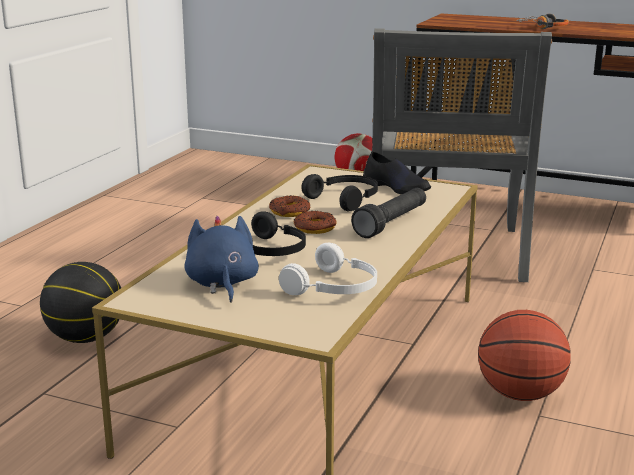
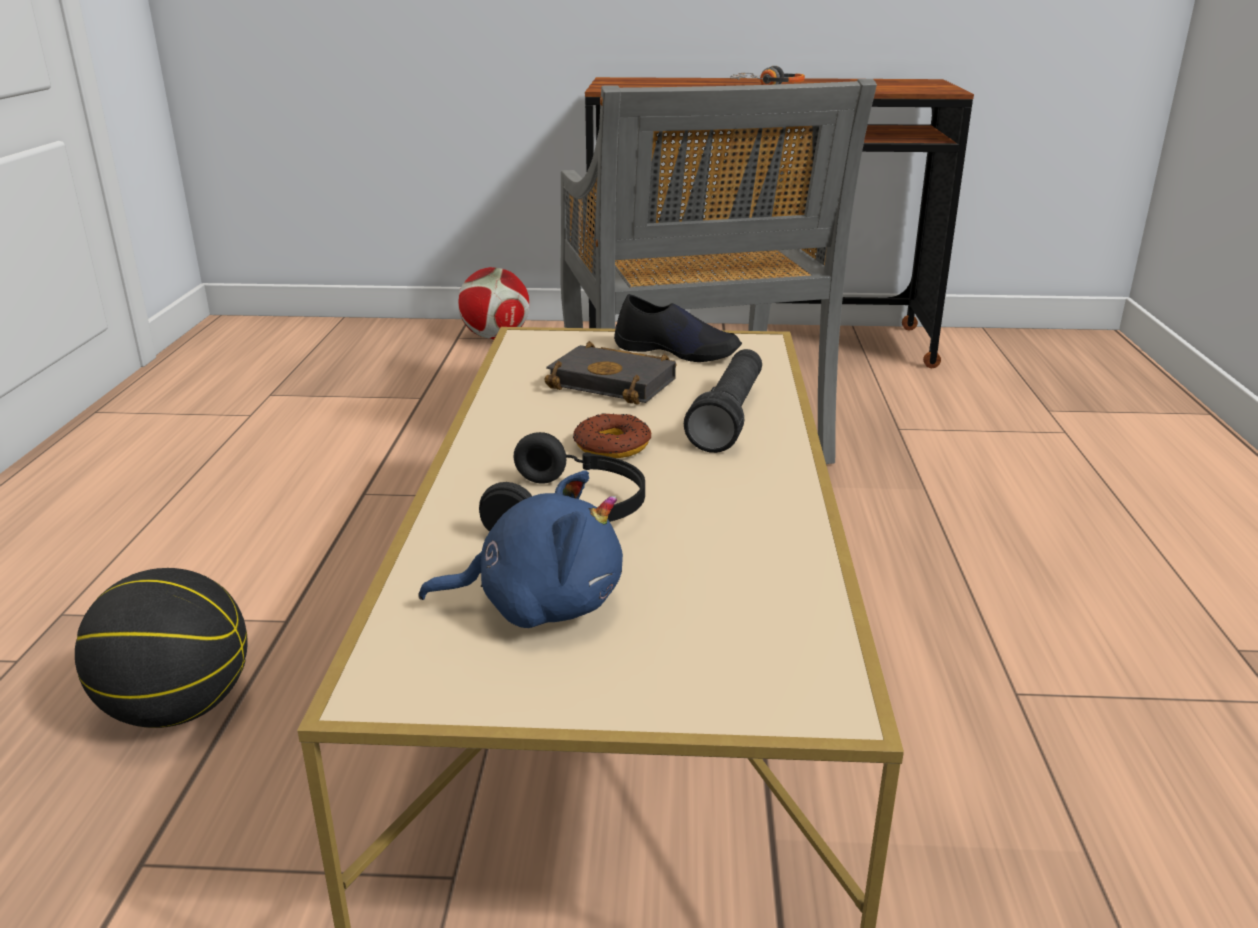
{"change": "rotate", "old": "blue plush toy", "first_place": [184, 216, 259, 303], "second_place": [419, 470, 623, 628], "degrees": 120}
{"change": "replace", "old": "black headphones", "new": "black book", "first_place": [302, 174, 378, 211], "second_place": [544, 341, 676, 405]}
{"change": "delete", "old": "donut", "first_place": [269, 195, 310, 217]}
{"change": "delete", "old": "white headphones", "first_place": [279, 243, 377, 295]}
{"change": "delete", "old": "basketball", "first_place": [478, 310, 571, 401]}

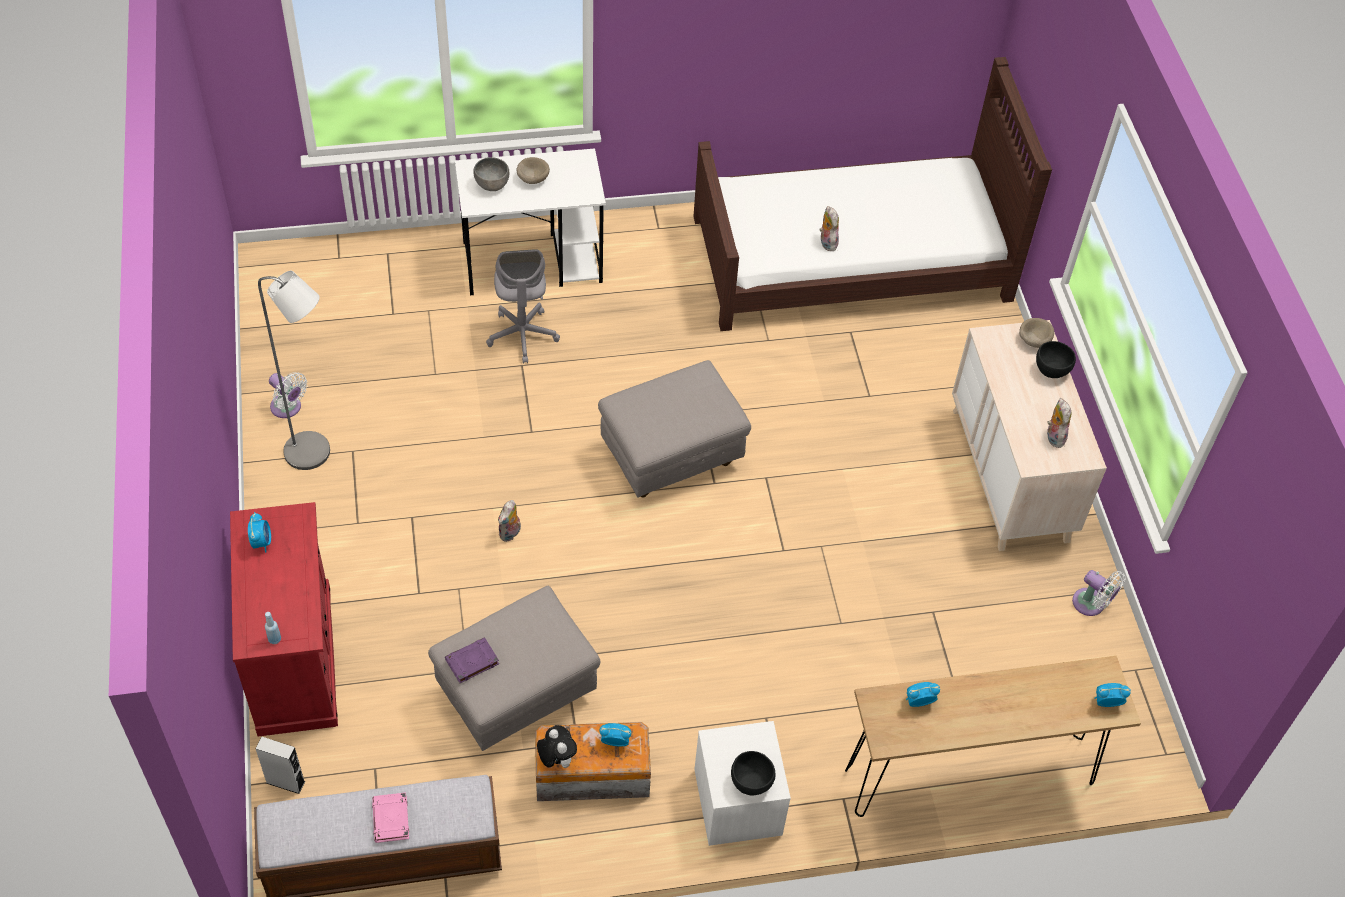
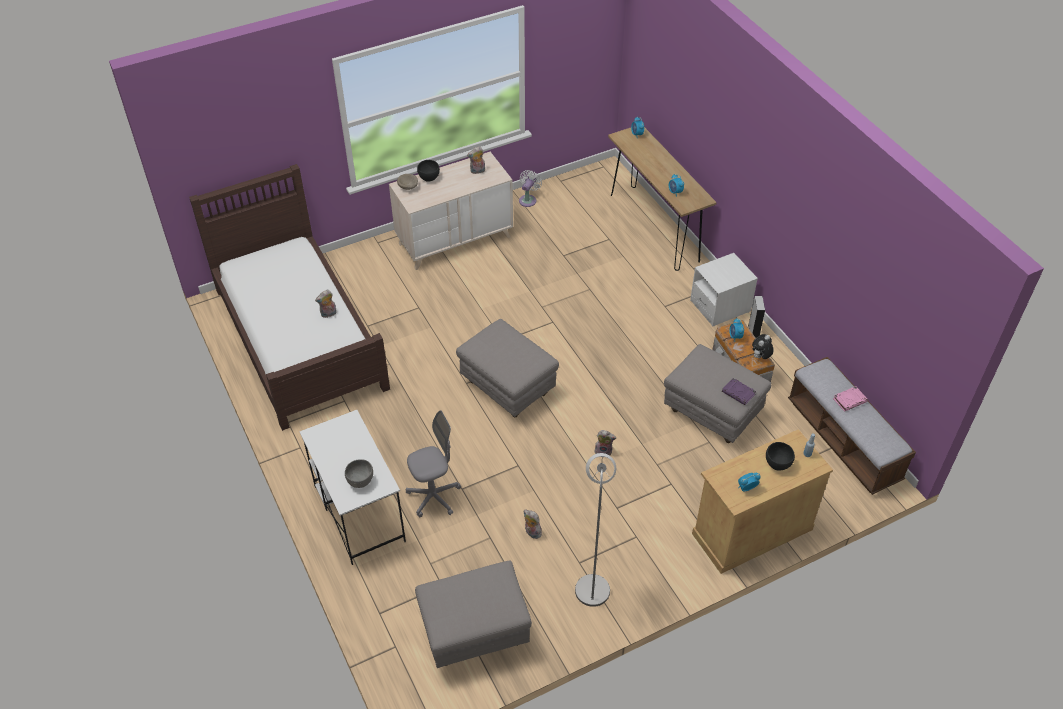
{"change": "insert", "new": "grey ottoman", "second_place": [415, 560, 532, 668]}
{"change": "insert", "new": "plush toy", "second_place": [524, 510, 543, 539]}
{"change": "recolor", "old": "red cabinet", "new": "beige cabinet", "first_place": [230, 502, 338, 737], "second_place": [692, 429, 833, 574]}
{"change": "move", "old": "grey speaker", "first_place": [256, 737, 305, 794], "second_place": [748, 296, 765, 338]}
{"change": "move", "old": "black bowl", "first_place": [731, 751, 775, 796], "second_place": [766, 442, 795, 471]}
{"change": "delete", "old": "white fan", "first_place": [269, 372, 307, 418]}
{"change": "delete", "old": "beige bowl", "first_place": [517, 157, 550, 184]}

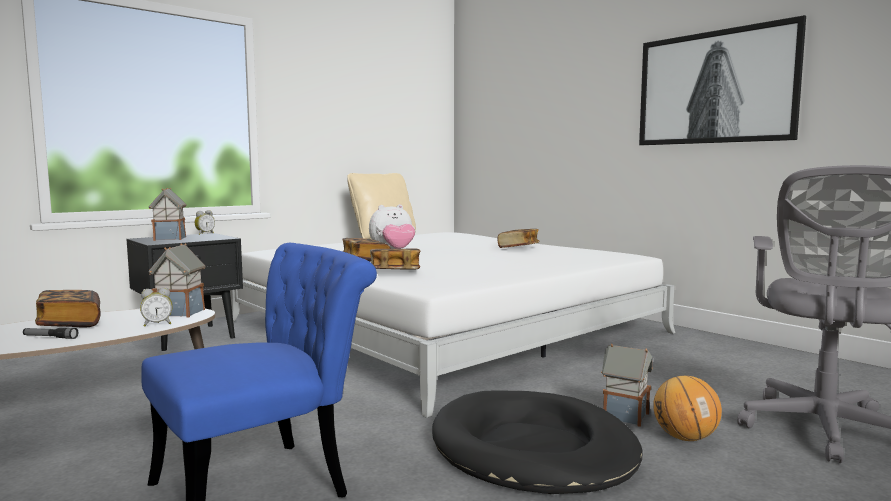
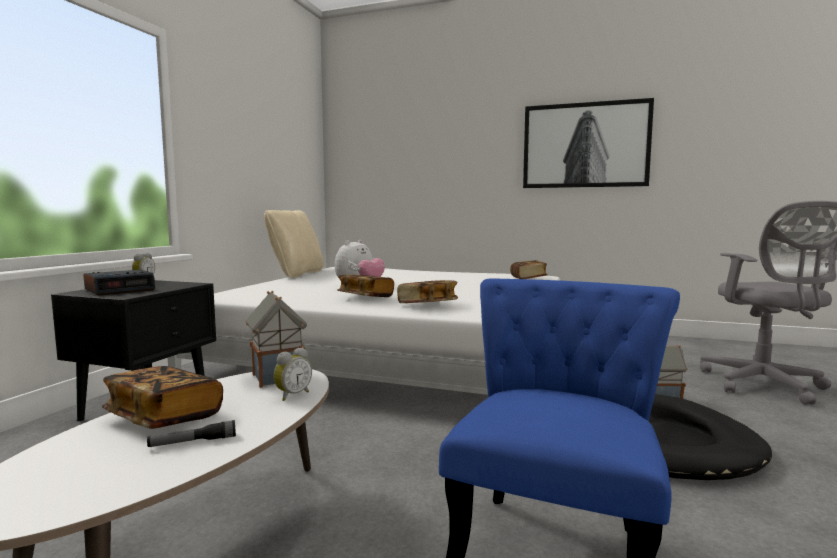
{"change": "replace", "old": "toy house", "new": "alarm clock", "first_place": [149, 188, 186, 241], "second_place": [83, 270, 155, 296]}
{"change": "move", "old": "book", "first_place": [498, 229, 539, 248], "second_place": [510, 260, 548, 279]}
{"change": "delete", "old": "basketball", "first_place": [653, 376, 722, 441]}

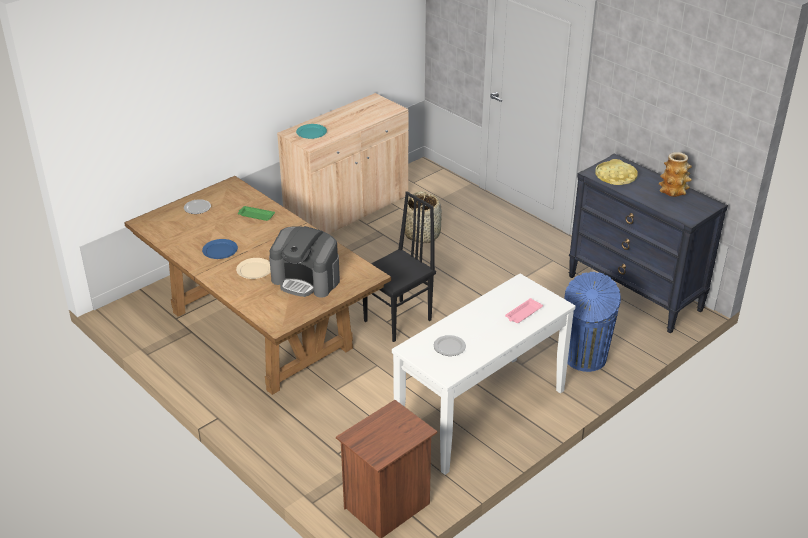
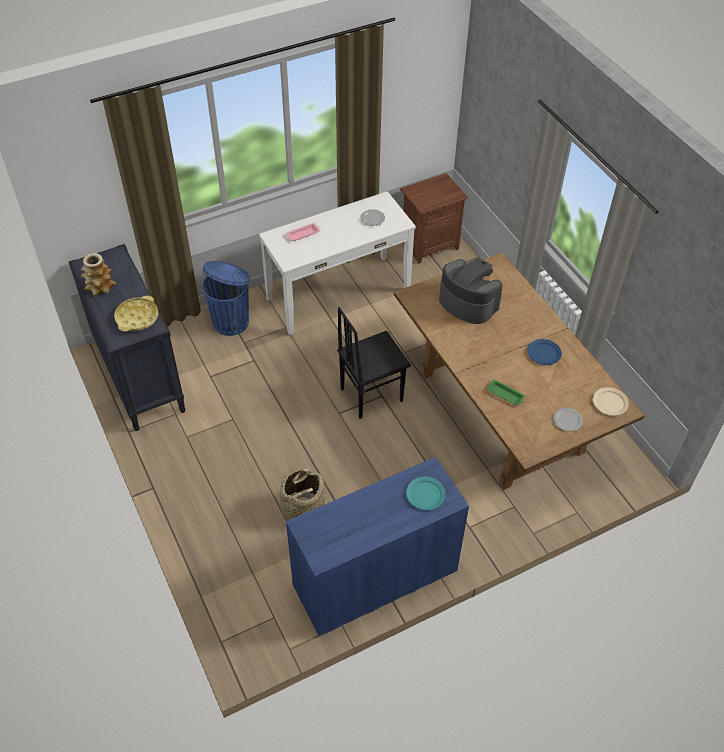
{"change": "recolor", "old": "beige cabinet", "new": "blue cabinet", "first_place": [277, 93, 409, 234], "second_place": [286, 457, 469, 637]}
{"change": "move", "old": "beige plate", "first_place": [236, 258, 271, 279], "second_place": [593, 387, 629, 416]}

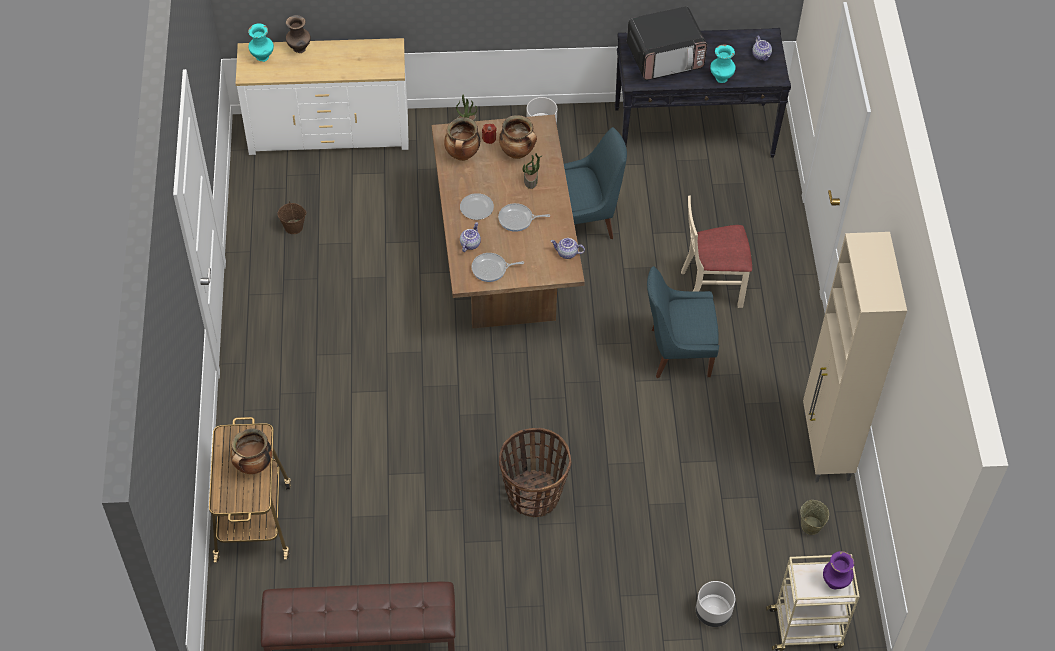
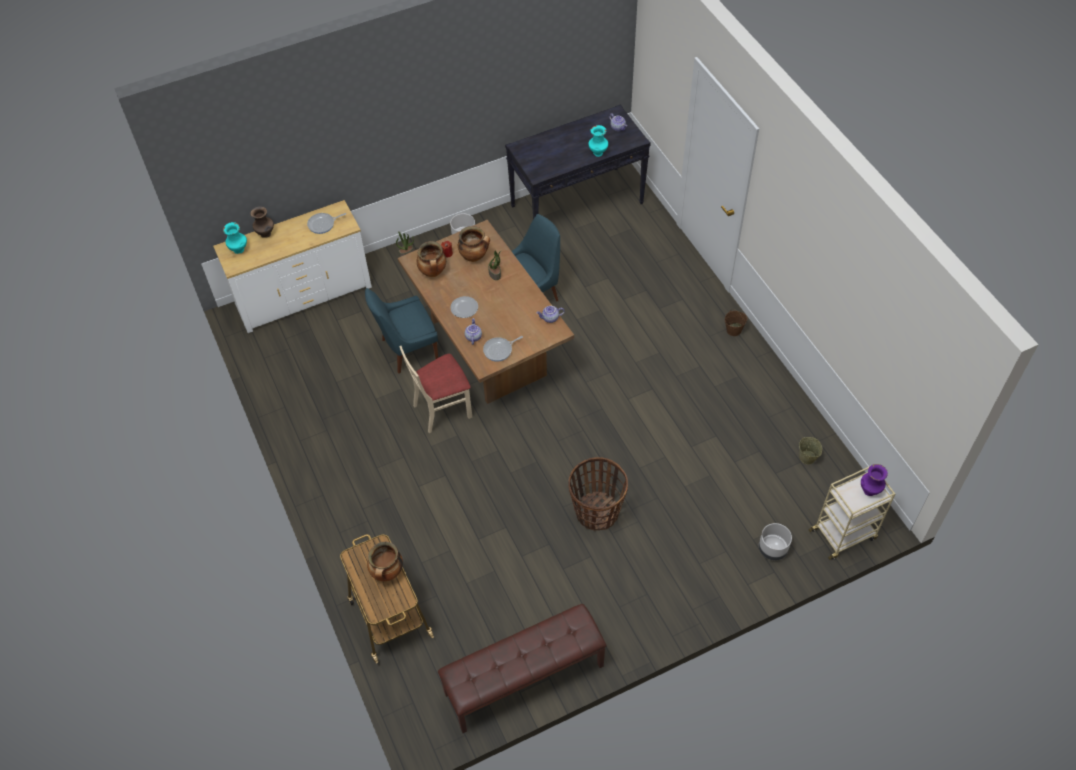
{"change": "move", "old": "frying pan", "first_place": [498, 203, 550, 232], "second_place": [307, 213, 346, 234]}
{"change": "move", "old": "blue chair", "first_place": [647, 266, 719, 378], "second_place": [365, 288, 438, 373]}
{"change": "move", "old": "beige chair", "first_place": [681, 196, 752, 308], "second_place": [399, 346, 472, 433]}
{"change": "move", "old": "brown bucket", "first_place": [277, 201, 306, 234], "second_place": [725, 309, 747, 336]}
{"change": "delete", "old": "microwave", "first_place": [627, 7, 707, 80]}
{"change": "delete", "old": "beige cabinet", "first_place": [803, 232, 907, 482]}

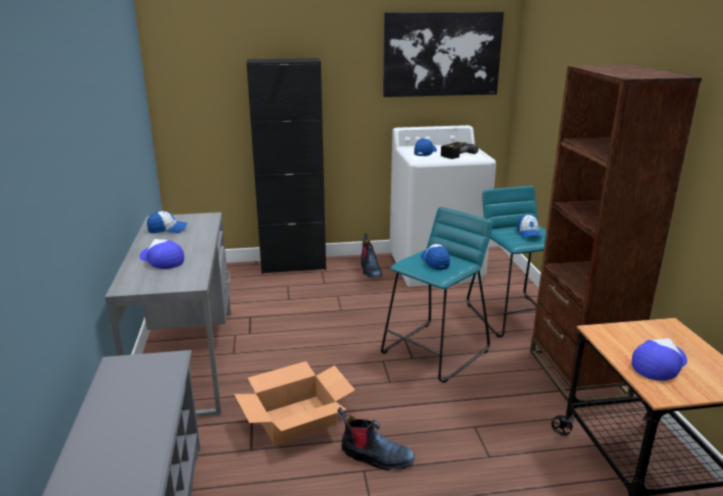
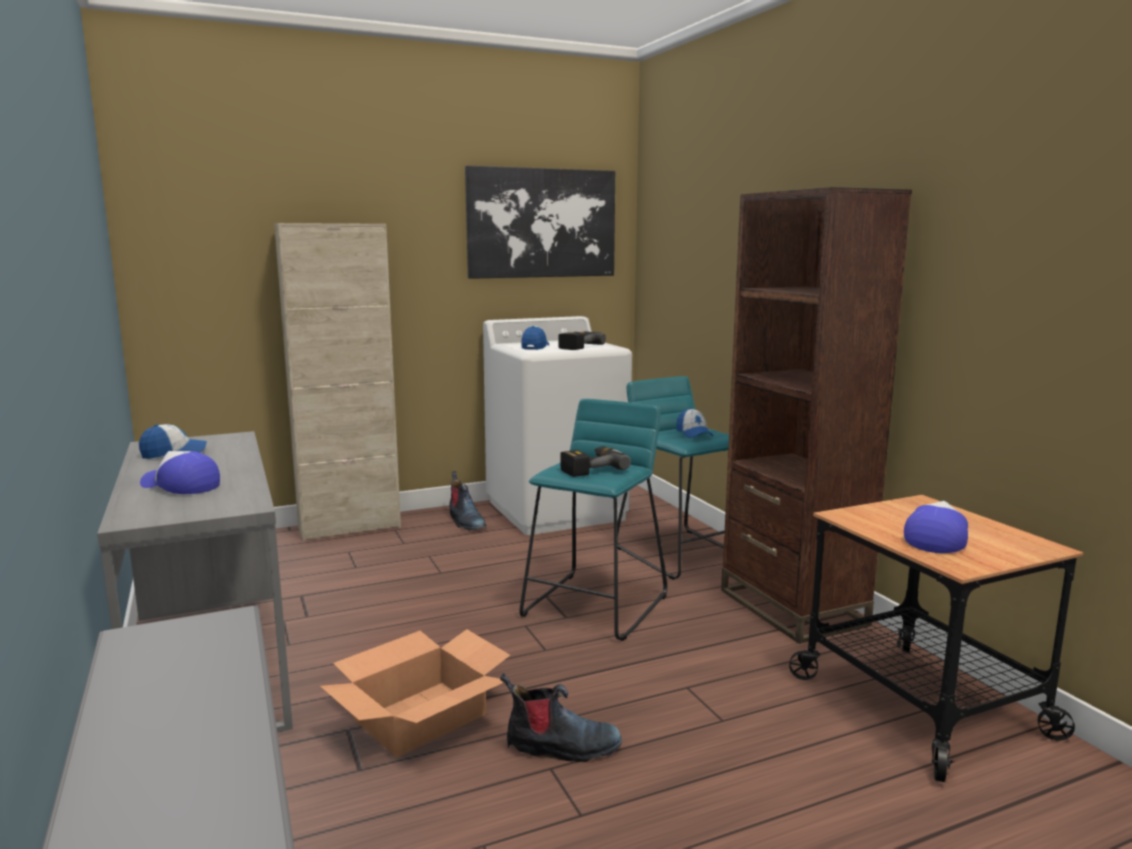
{"change": "recolor", "old": "black cabinet", "new": "beige cabinet", "first_place": [247, 58, 326, 274], "second_place": [274, 223, 401, 541]}
{"change": "replace", "old": "cap", "new": "power drill", "first_place": [421, 244, 450, 270], "second_place": [561, 446, 631, 477]}

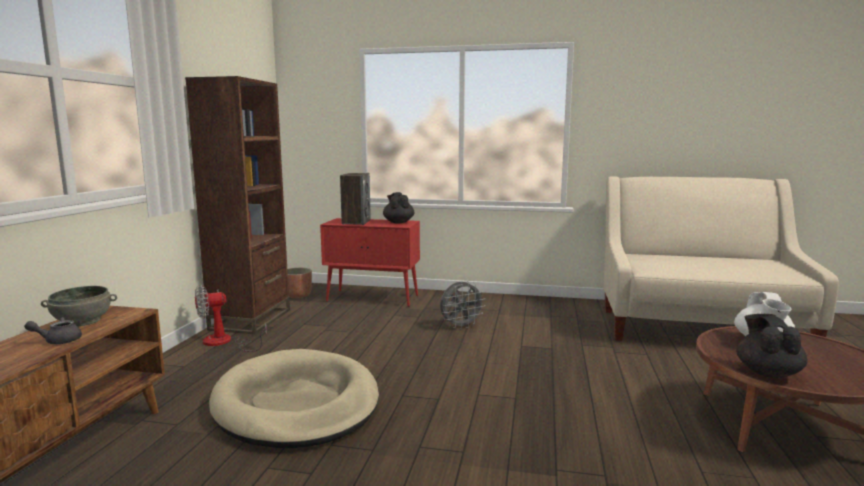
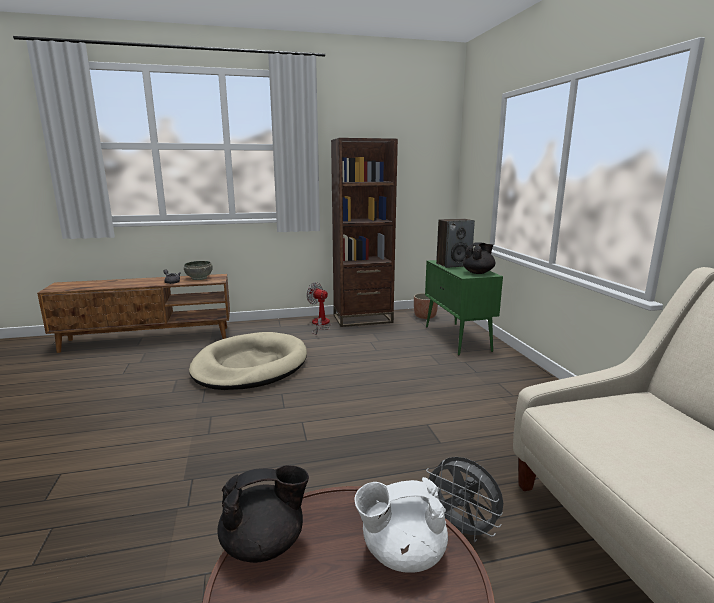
{"change": "recolor", "old": "red cabinet", "new": "green cabinet", "first_place": [320, 218, 420, 307], "second_place": [425, 260, 503, 355]}
{"change": "move", "old": "grey fan", "first_place": [440, 281, 485, 329], "second_place": [426, 457, 503, 542]}

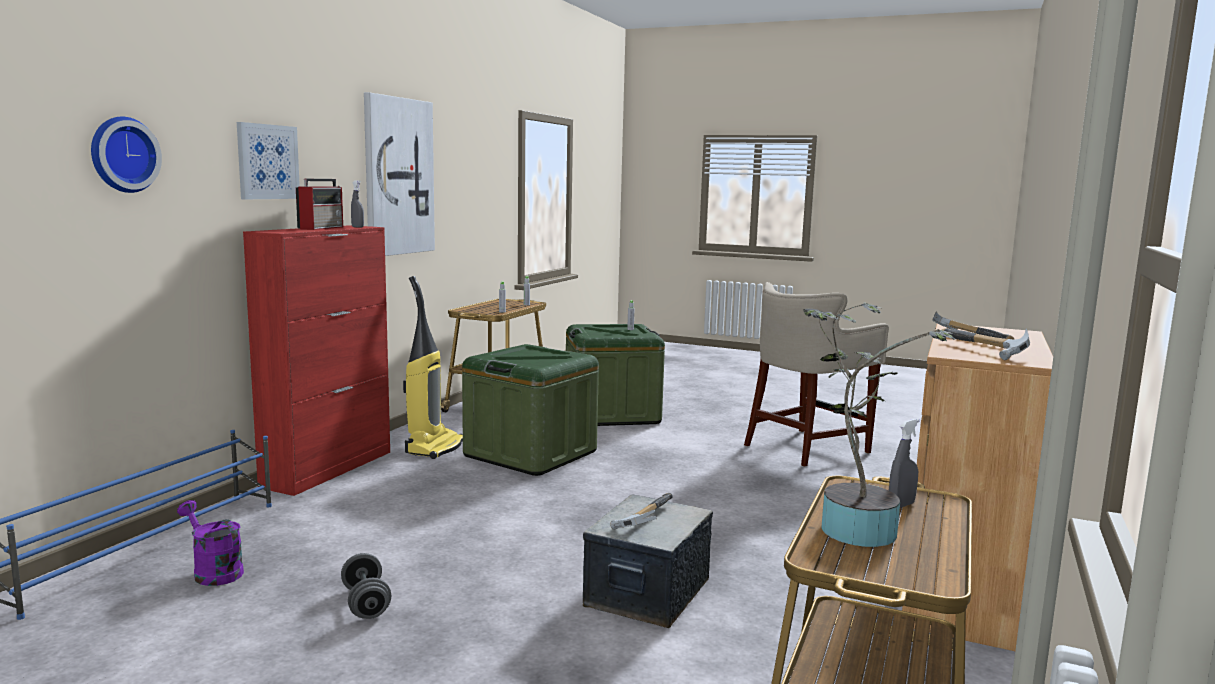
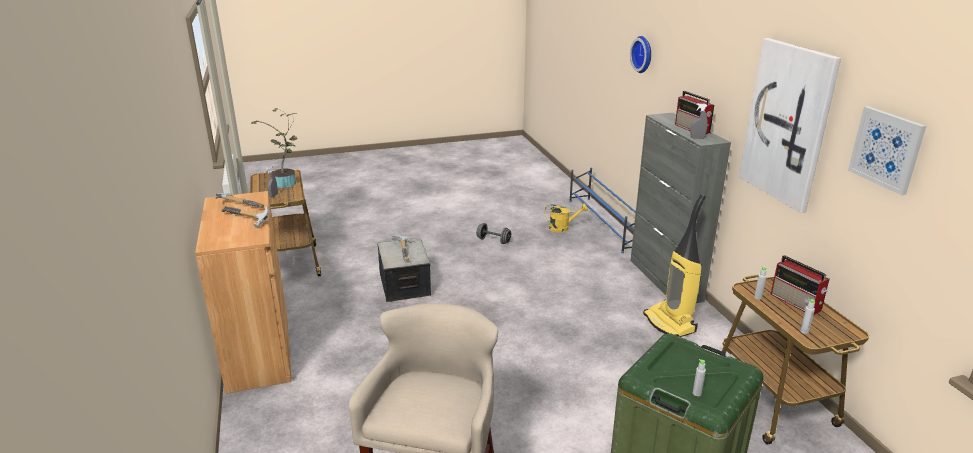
{"change": "recolor", "old": "purple watering can", "new": "yellow watering can", "first_place": [177, 500, 244, 586], "second_place": [545, 203, 588, 232]}
{"change": "recolor", "old": "red cabinet", "new": "grey cabinet", "first_place": [243, 225, 390, 496], "second_place": [630, 113, 731, 303]}
{"change": "insert", "new": "radio", "second_place": [771, 255, 829, 315]}
{"change": "move", "old": "picture", "first_place": [237, 122, 300, 199], "second_place": [848, 106, 926, 195]}
{"change": "delete", "old": "green storage box", "first_place": [462, 344, 599, 476]}

